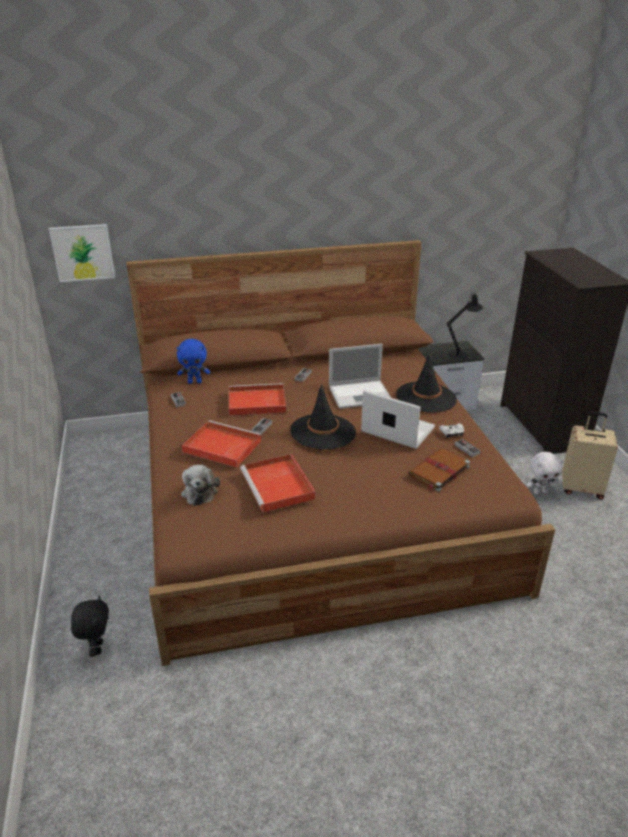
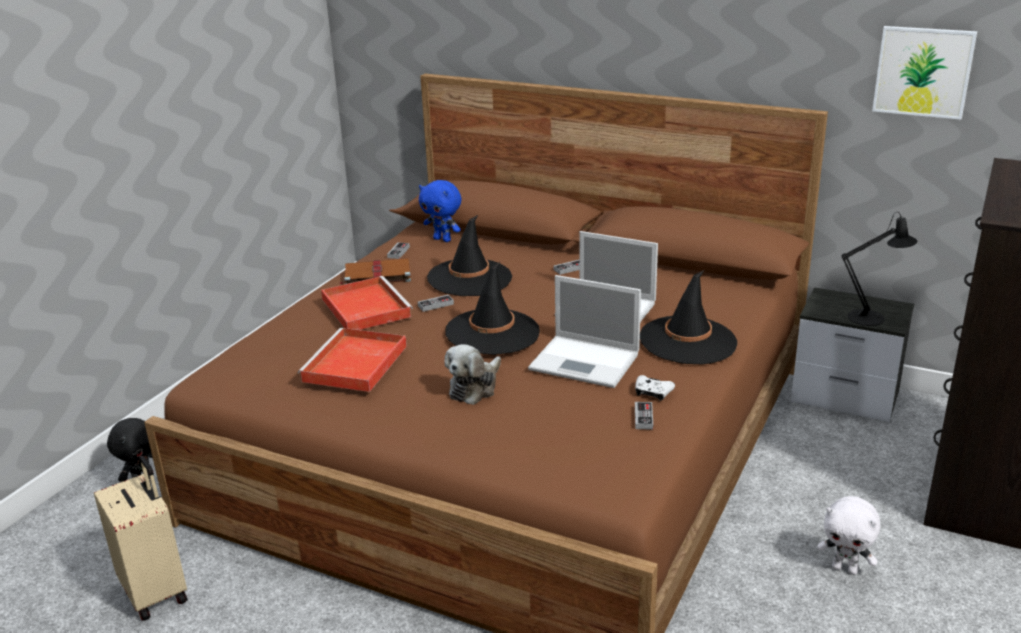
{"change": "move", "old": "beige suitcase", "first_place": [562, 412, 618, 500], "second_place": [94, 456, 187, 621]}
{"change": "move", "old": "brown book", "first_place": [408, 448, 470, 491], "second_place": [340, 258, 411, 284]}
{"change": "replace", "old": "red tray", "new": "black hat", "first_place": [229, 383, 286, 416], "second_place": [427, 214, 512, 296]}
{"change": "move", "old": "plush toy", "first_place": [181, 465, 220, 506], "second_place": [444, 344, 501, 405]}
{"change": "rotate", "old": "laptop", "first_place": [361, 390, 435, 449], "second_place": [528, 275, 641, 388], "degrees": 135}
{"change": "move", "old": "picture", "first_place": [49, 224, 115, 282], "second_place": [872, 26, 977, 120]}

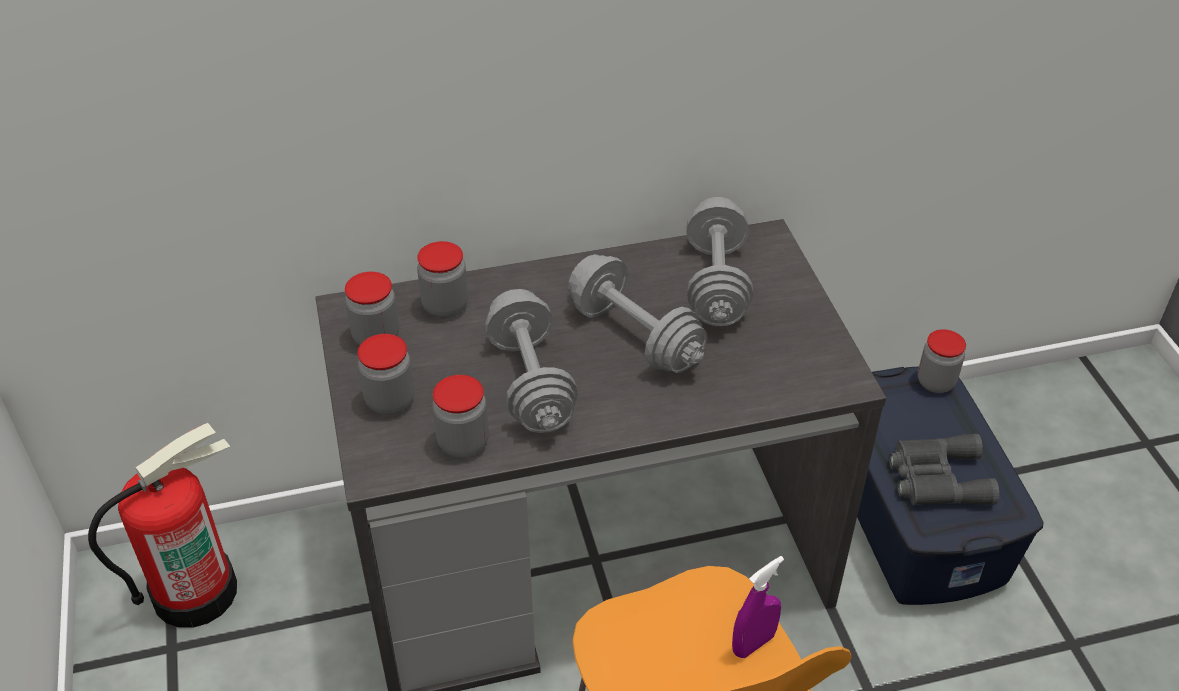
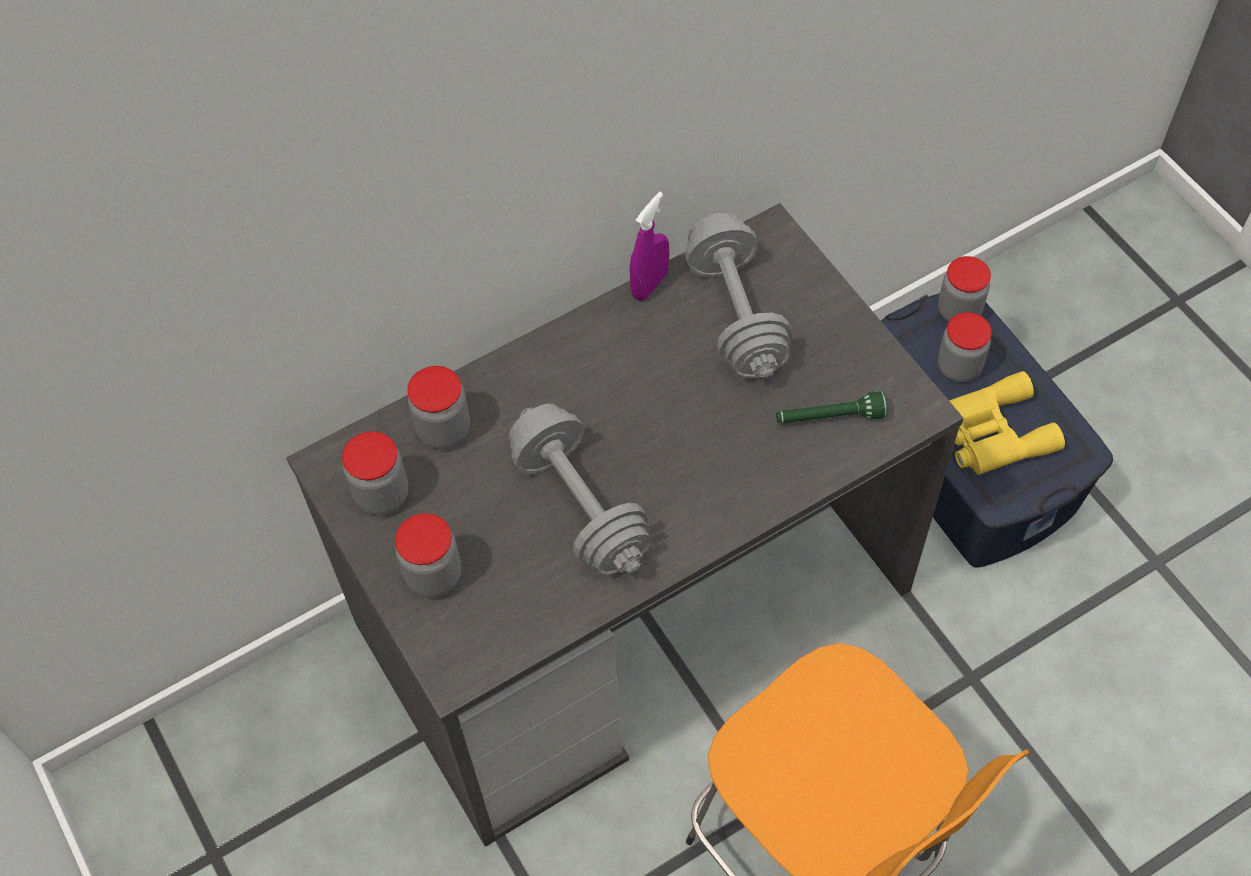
{"change": "move", "old": "purple spray bottle", "first_place": [732, 556, 784, 658], "second_place": [630, 192, 669, 301]}
{"change": "insert", "new": "green flashlight", "second_place": [776, 391, 888, 423]}
{"change": "move", "old": "jar", "first_place": [432, 375, 489, 458], "second_place": [938, 312, 992, 382]}
{"change": "recolor", "old": "grey binoculars", "new": "yellow binoculars", "first_place": [889, 434, 999, 505], "second_place": [949, 371, 1065, 475]}
{"change": "delete", "old": "fire extinguisher", "first_place": [88, 423, 237, 628]}
{"change": "delete", "old": "grey dumbbell", "first_place": [568, 254, 707, 373]}

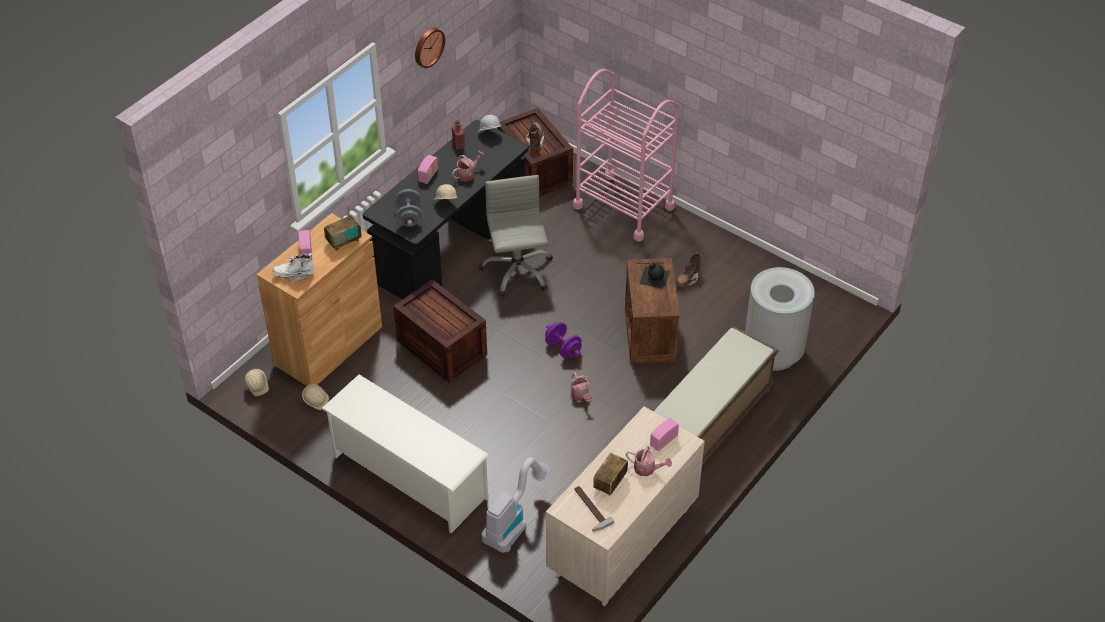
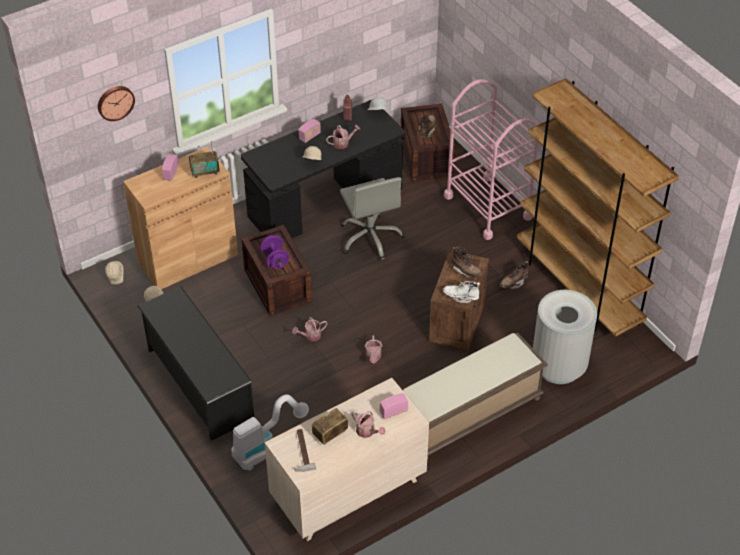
{"change": "move", "old": "wall clock", "first_place": [415, 28, 445, 68], "second_place": [98, 86, 135, 121]}
{"change": "recolor", "old": "white shoe rack", "new": "black shoe rack", "first_place": [321, 374, 489, 533], "second_place": [138, 286, 254, 441]}
{"change": "move", "old": "purple dumbbell", "first_place": [545, 322, 582, 358], "second_place": [260, 235, 290, 269]}
{"change": "insert", "new": "watering can", "second_place": [292, 317, 327, 341]}
{"change": "rotate", "old": "grey office chair", "first_place": [479, 175, 553, 297], "second_place": [340, 177, 405, 261], "degrees": 150}
{"change": "move", "old": "white boot", "first_place": [273, 253, 315, 281], "second_place": [443, 281, 480, 303]}
{"change": "replace", "old": "black bottle", "new": "brown boot", "first_place": [639, 262, 670, 289], "second_place": [451, 246, 482, 277]}
{"change": "insert", "new": "brown bookcase", "second_place": [517, 78, 679, 337]}
{"change": "delete", "old": "grey dumbbell", "first_place": [395, 189, 423, 227]}

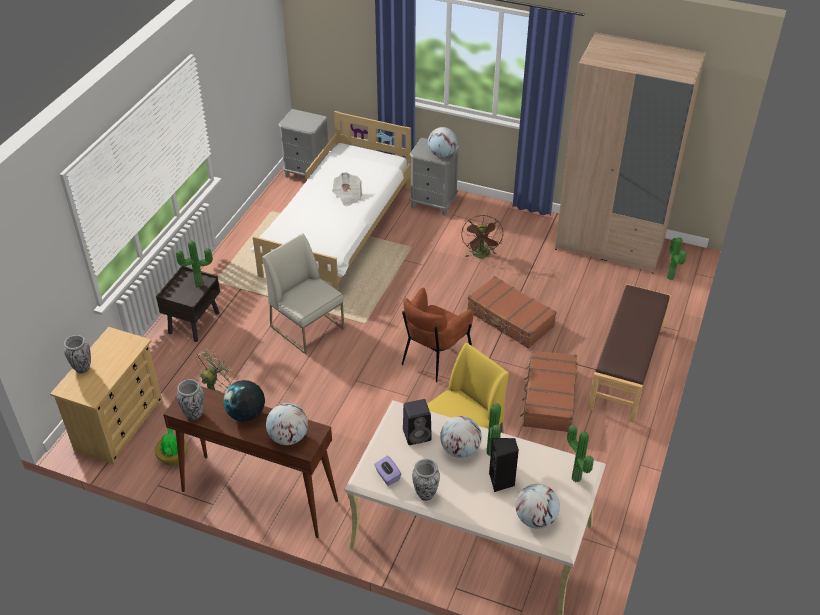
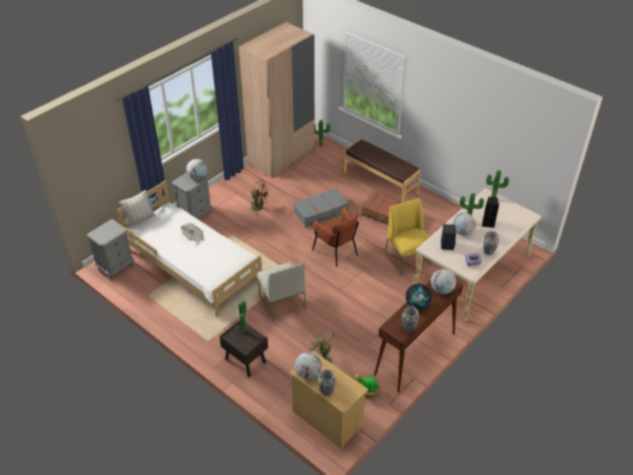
{"change": "insert", "new": "pillow", "second_place": [119, 190, 156, 228]}
{"change": "rotate", "old": "white chair", "first_place": [262, 233, 345, 354], "second_place": [257, 262, 306, 321], "degrees": -90}
{"change": "recolor", "old": "brown suitcase", "new": "grey suitcase", "first_place": [467, 276, 557, 348], "second_place": [294, 188, 349, 227]}
{"change": "move", "old": "globe", "first_place": [515, 484, 560, 529], "second_place": [295, 352, 322, 379]}

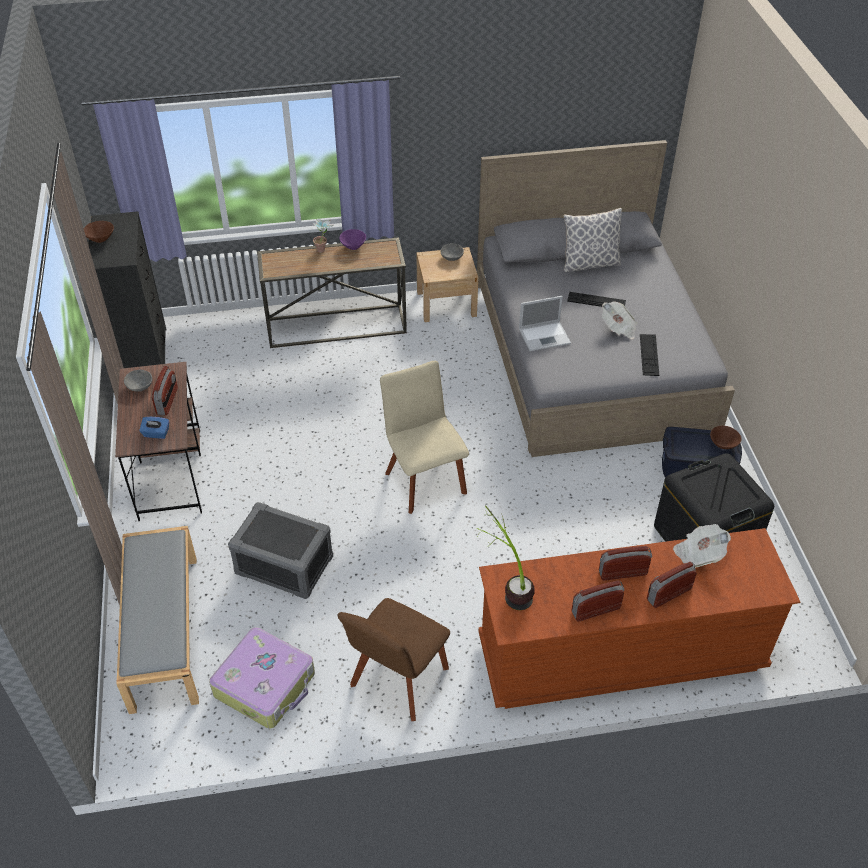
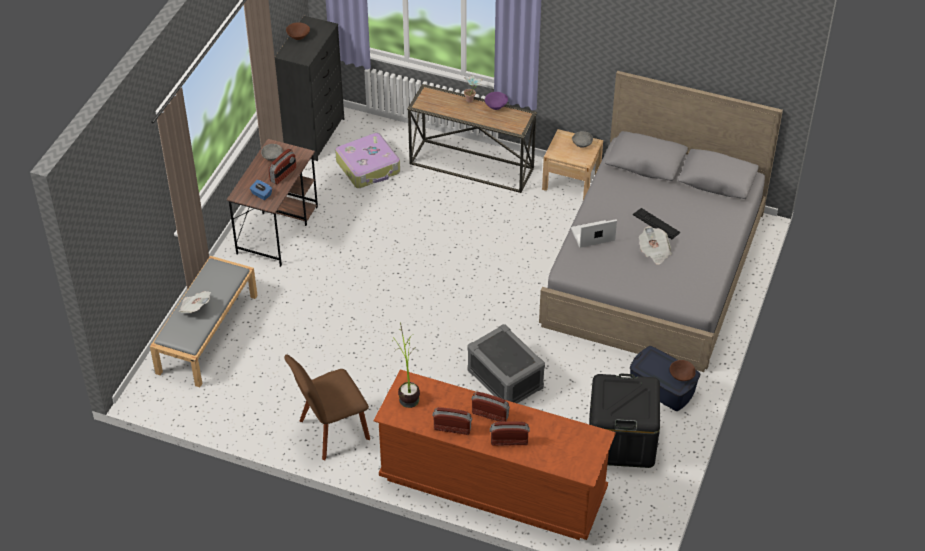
{"change": "move", "old": "newspaper", "first_place": [673, 524, 731, 568], "second_place": [179, 291, 211, 313]}
{"change": "move", "old": "suitcase", "first_place": [209, 627, 315, 728], "second_place": [335, 133, 400, 188]}
{"change": "move", "old": "grey storage box", "first_place": [228, 502, 333, 599], "second_place": [467, 324, 545, 403]}
{"change": "rotate", "old": "laptop", "first_place": [519, 296, 571, 351], "second_place": [571, 219, 617, 248], "degrees": 150}
{"change": "delete", "old": "beige chair", "first_place": [380, 361, 469, 514]}
{"change": "delete", "old": "pillow", "first_place": [563, 208, 622, 272]}
{"change": "delete", "old": "keyboard", "first_place": [640, 334, 659, 376]}

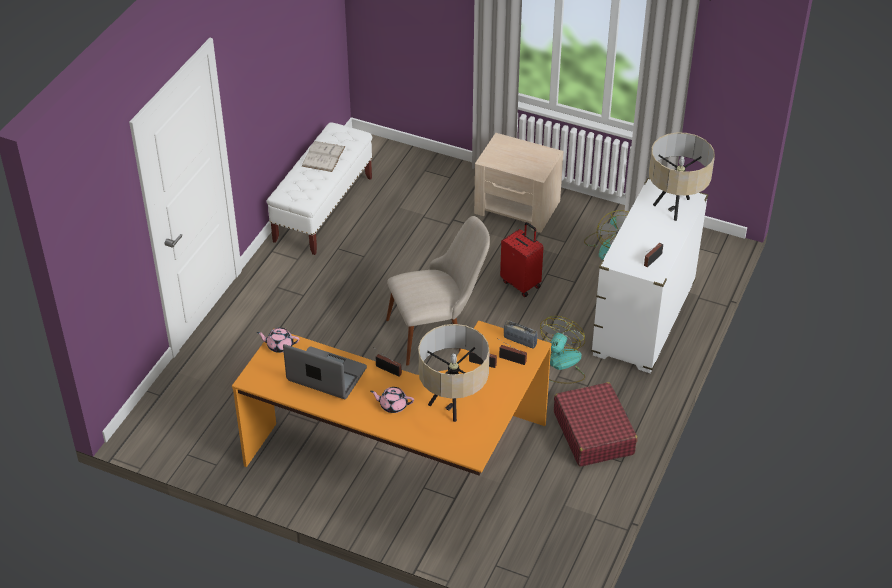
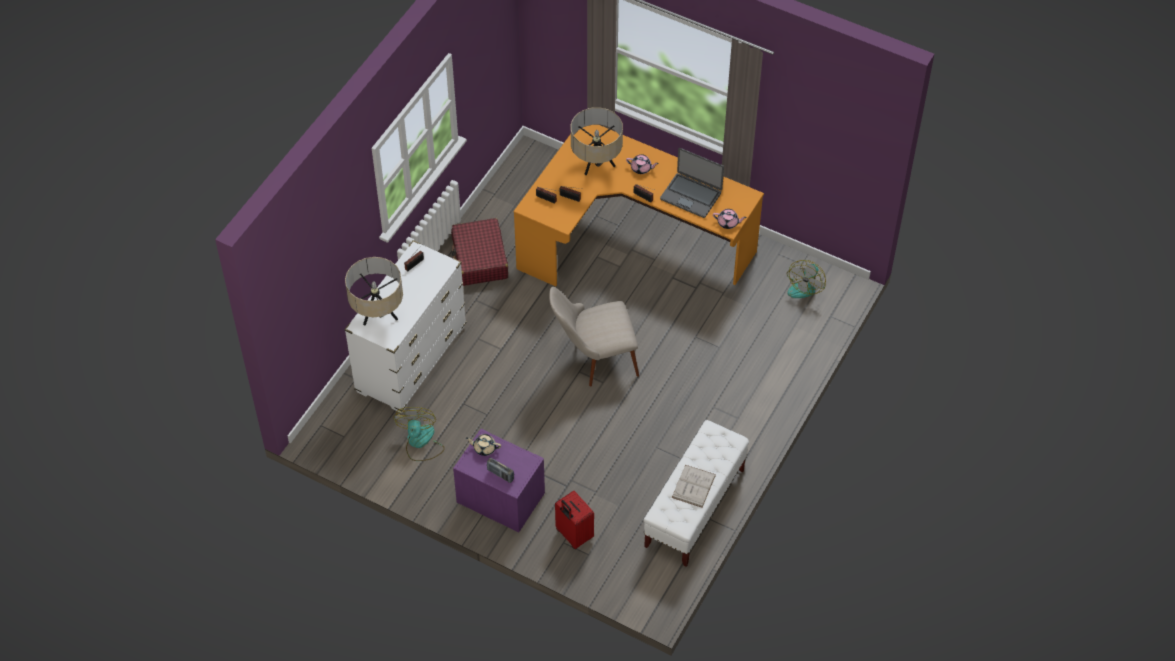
{"change": "recolor", "old": "beige nightstand", "new": "purple nightstand", "first_place": [474, 133, 564, 233], "second_place": [453, 429, 545, 532]}
{"change": "insert", "new": "beige teapot", "second_place": [466, 434, 501, 456]}
{"change": "move", "old": "radio", "first_place": [504, 320, 537, 349], "second_place": [487, 457, 514, 483]}
{"change": "move", "old": "red suitcase", "first_place": [500, 222, 543, 297], "second_place": [555, 491, 594, 549]}
{"change": "move", "old": "fan", "first_place": [540, 316, 585, 384], "second_place": [787, 260, 826, 298]}

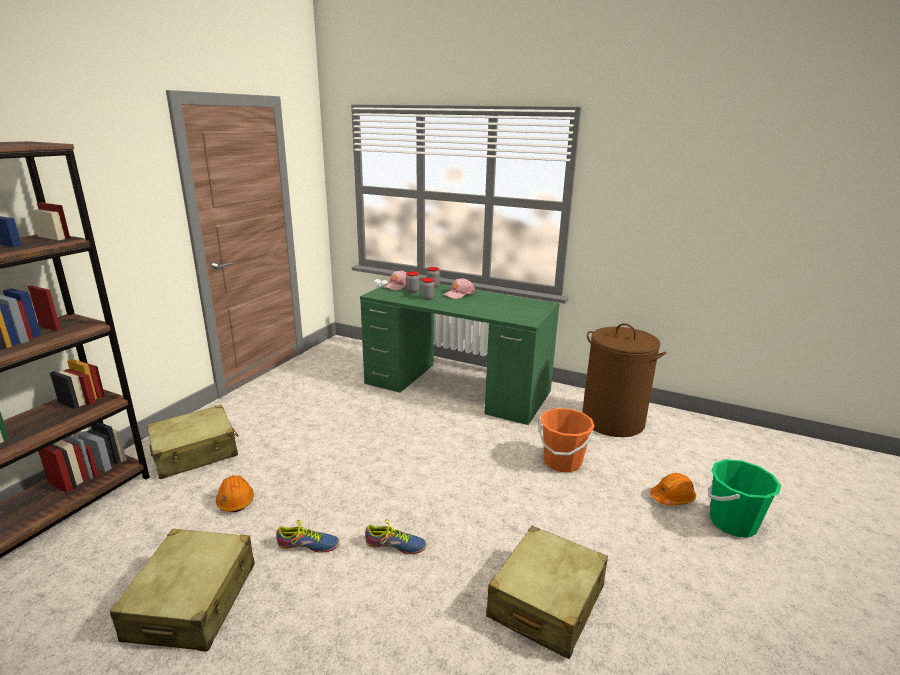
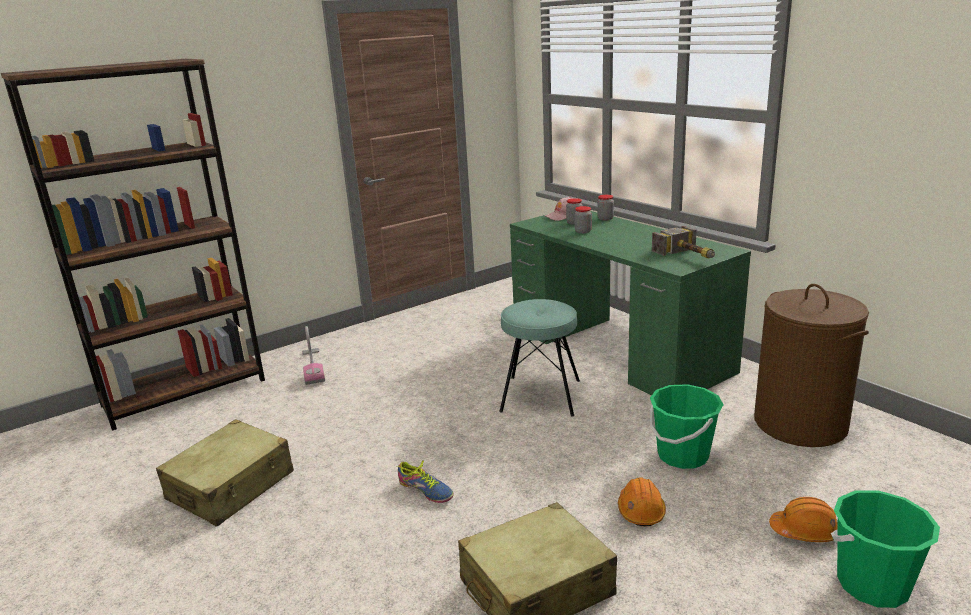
{"change": "replace", "old": "beige suitcase", "new": "vacuum cleaner", "first_place": [147, 405, 239, 479], "second_place": [302, 326, 325, 385]}
{"change": "insert", "new": "turquoise stool", "second_place": [499, 299, 580, 417]}
{"change": "move", "old": "orange hard hat", "first_place": [216, 475, 254, 512], "second_place": [618, 477, 666, 527]}
{"change": "recolor", "old": "orange bucket", "new": "green bucket", "first_place": [539, 408, 595, 472], "second_place": [650, 384, 724, 469]}
{"change": "insert", "new": "hammer", "second_place": [652, 226, 715, 259]}
{"change": "delete", "old": "shoe", "first_place": [276, 520, 340, 553]}
{"change": "delete", "old": "pink cap", "first_place": [443, 278, 475, 299]}

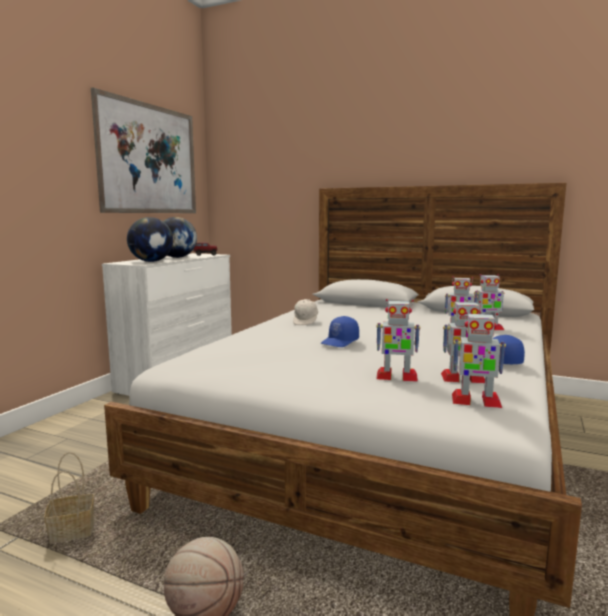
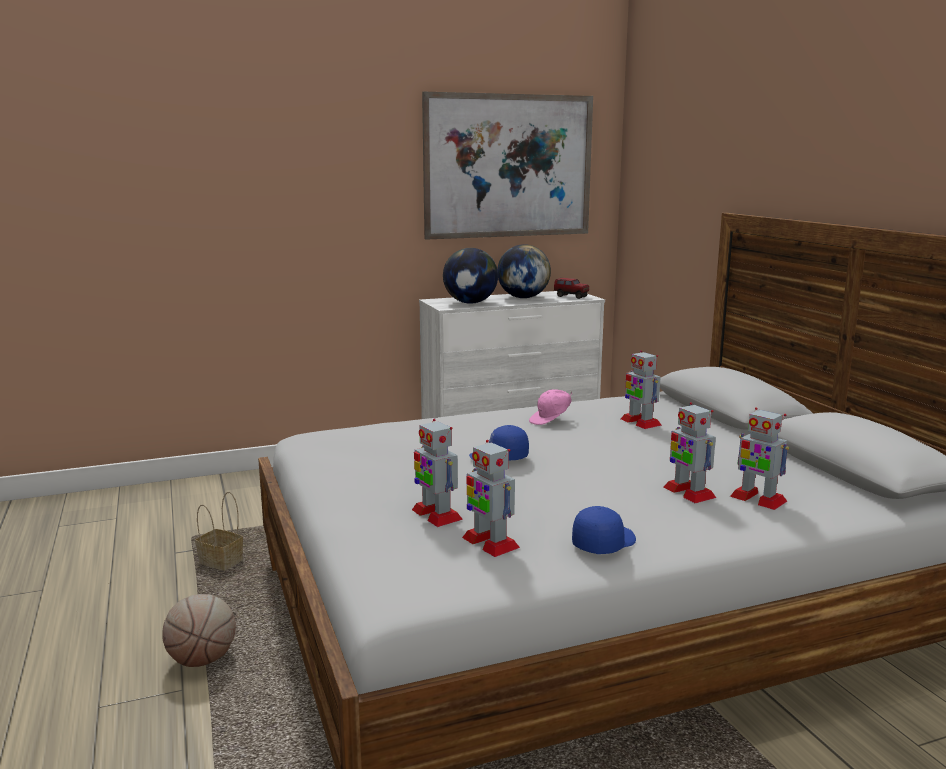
{"change": "recolor", "old": "white cap", "new": "pink cap", "first_place": [293, 299, 318, 325], "second_place": [529, 389, 572, 425]}
{"change": "move", "old": "toy robot", "first_place": [452, 312, 506, 408], "second_place": [621, 350, 662, 429]}

